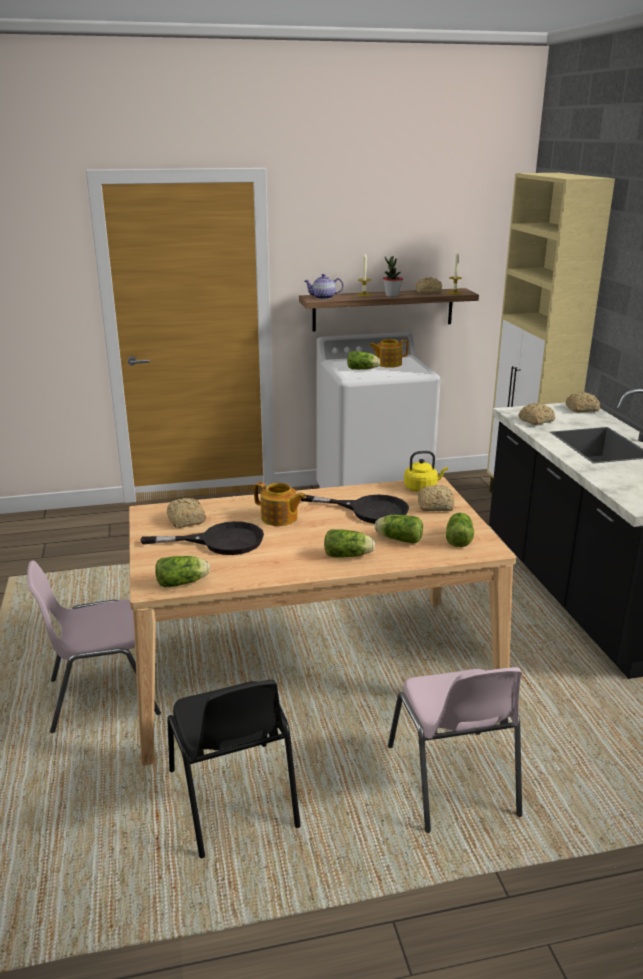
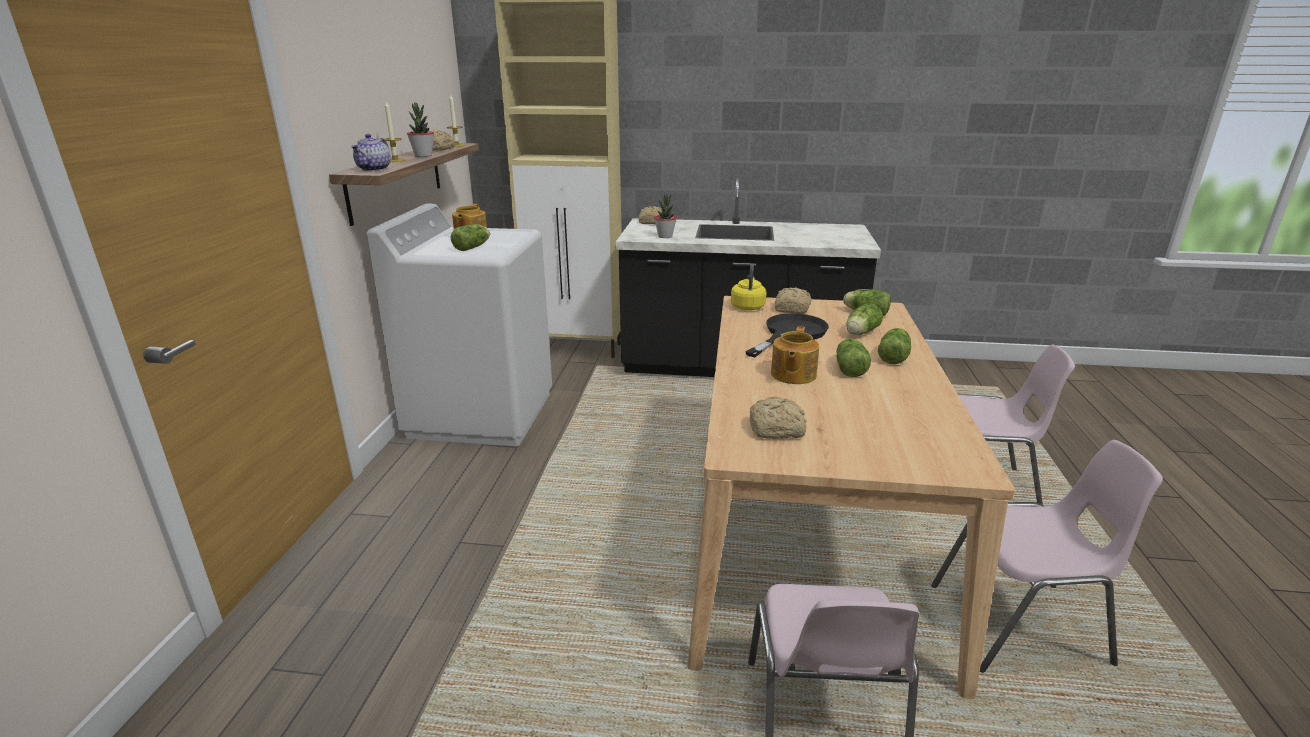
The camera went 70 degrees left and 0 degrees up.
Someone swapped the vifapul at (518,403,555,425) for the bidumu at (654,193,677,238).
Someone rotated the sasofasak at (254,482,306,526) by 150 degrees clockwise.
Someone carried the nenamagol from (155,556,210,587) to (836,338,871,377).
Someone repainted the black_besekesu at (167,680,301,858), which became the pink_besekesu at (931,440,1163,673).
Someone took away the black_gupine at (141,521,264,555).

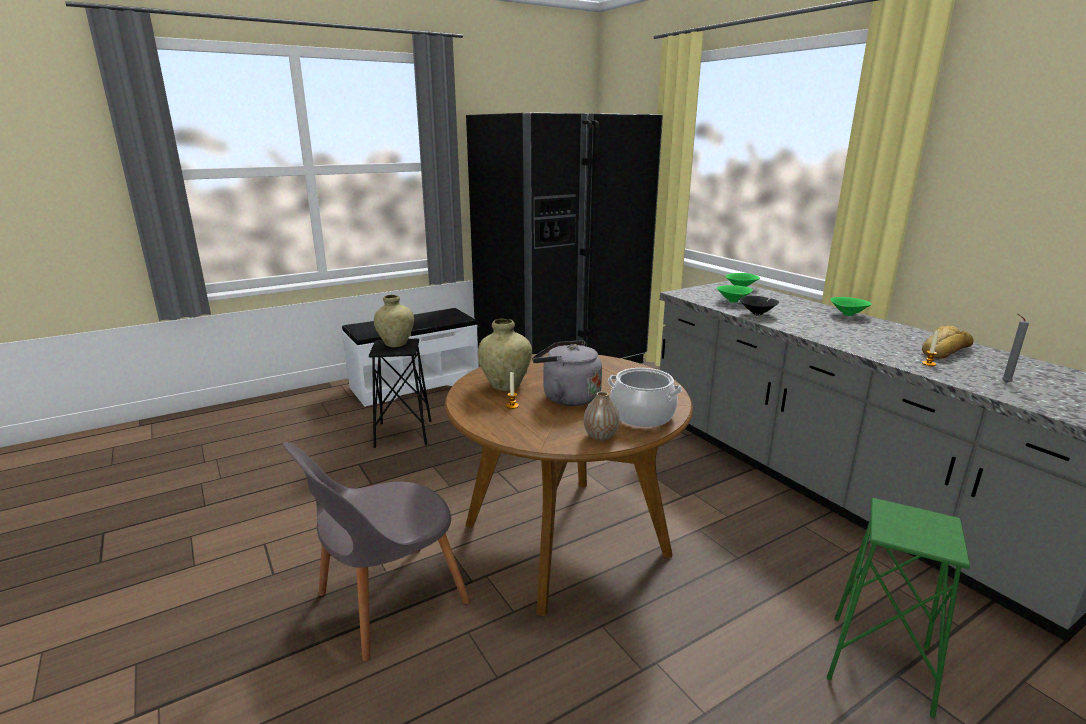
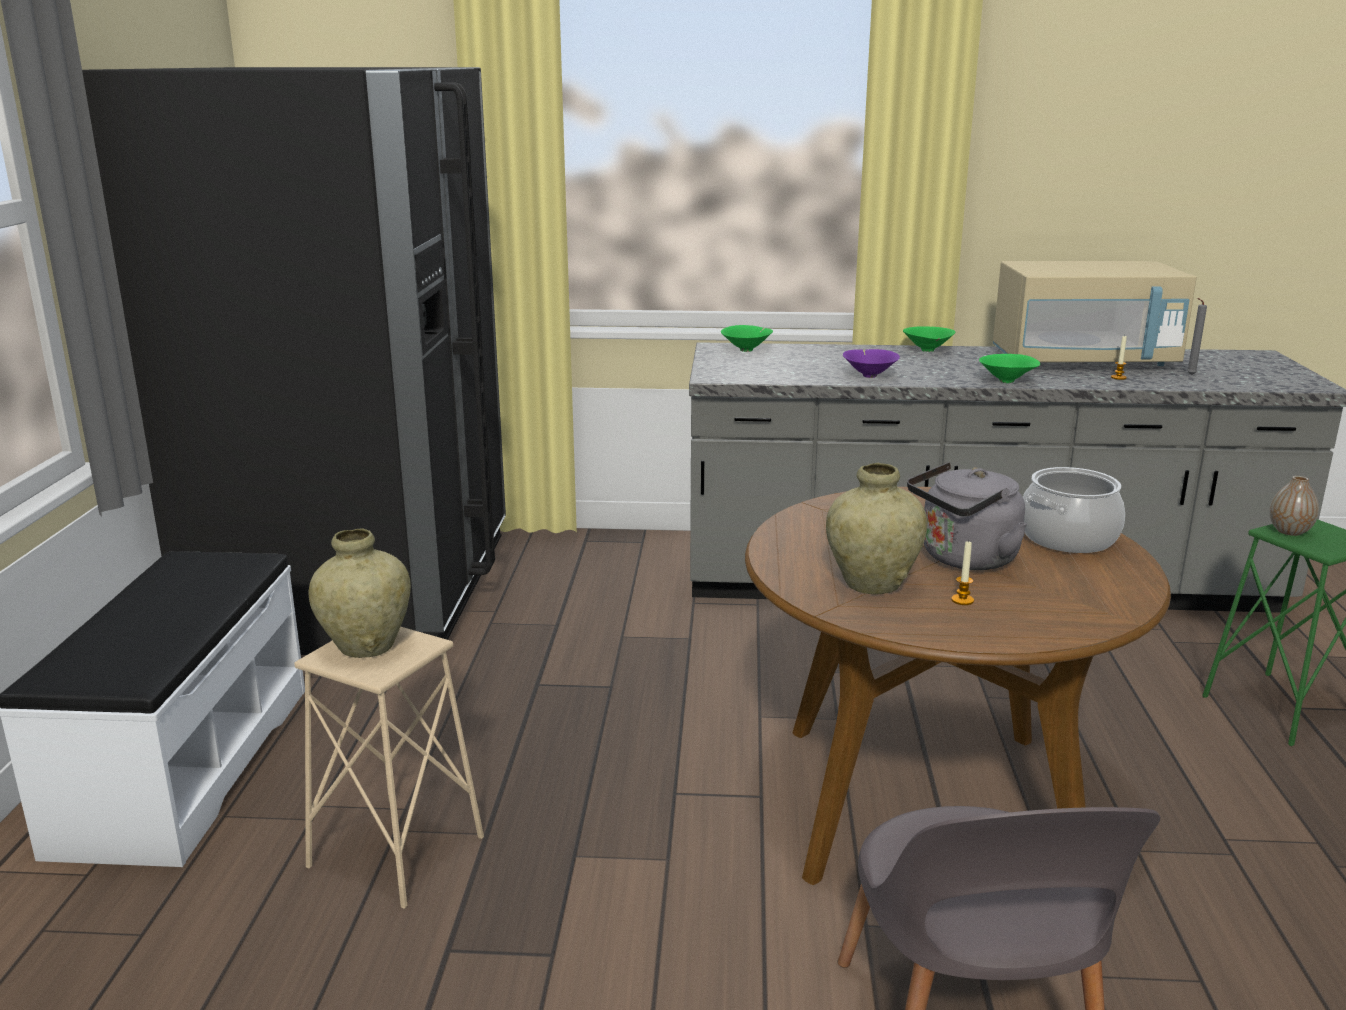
The camera went 55 degrees left and 0 degrees up.
Someone repainted the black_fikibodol at (369,338,431,448), which became the beige_fikibodol at (294,627,484,909).
Someone repainted the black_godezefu at (740,296,779,316), which became the purple_godezefu at (843,349,900,378).
Someone carried the green_godezefu from (717,285,753,303) to (979,354,1040,383).
Someone swapped the vifapul at (922,326,974,359) for the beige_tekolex at (993,261,1197,366).
Someone carried the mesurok from (584,391,619,441) to (1269,476,1319,536).

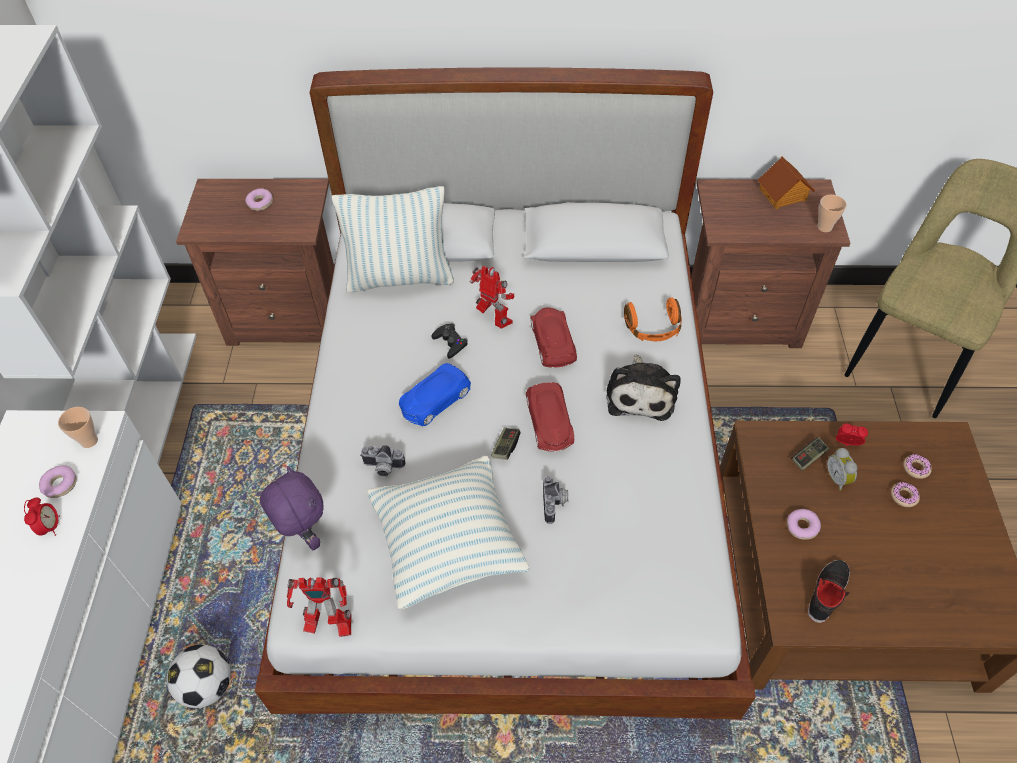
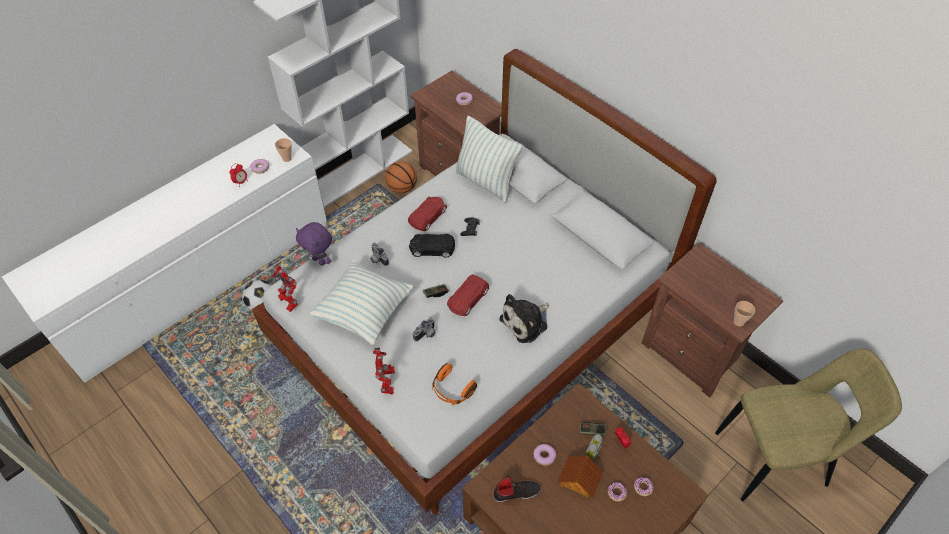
The camera went 45 degrees right and 0 degrees up.
Someone rotated the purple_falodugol at (260,466,324,550) by 120 degrees clockwise.
Someone carried the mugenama from (469,266,514,329) to (373,348,395,395).
Someone put down the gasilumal at (385,161,417,193).
Someone carried the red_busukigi from (531,307,577,368) to (408,197,447,231).
Someone repainted the blue_busukigi at (399,363,471,426), which became the black_busukigi at (409,234,455,257).
Someone carried the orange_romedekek from (624,297,682,341) to (432,363,477,405).
Someone carried the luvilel from (758,157,815,209) to (558,456,603,498).

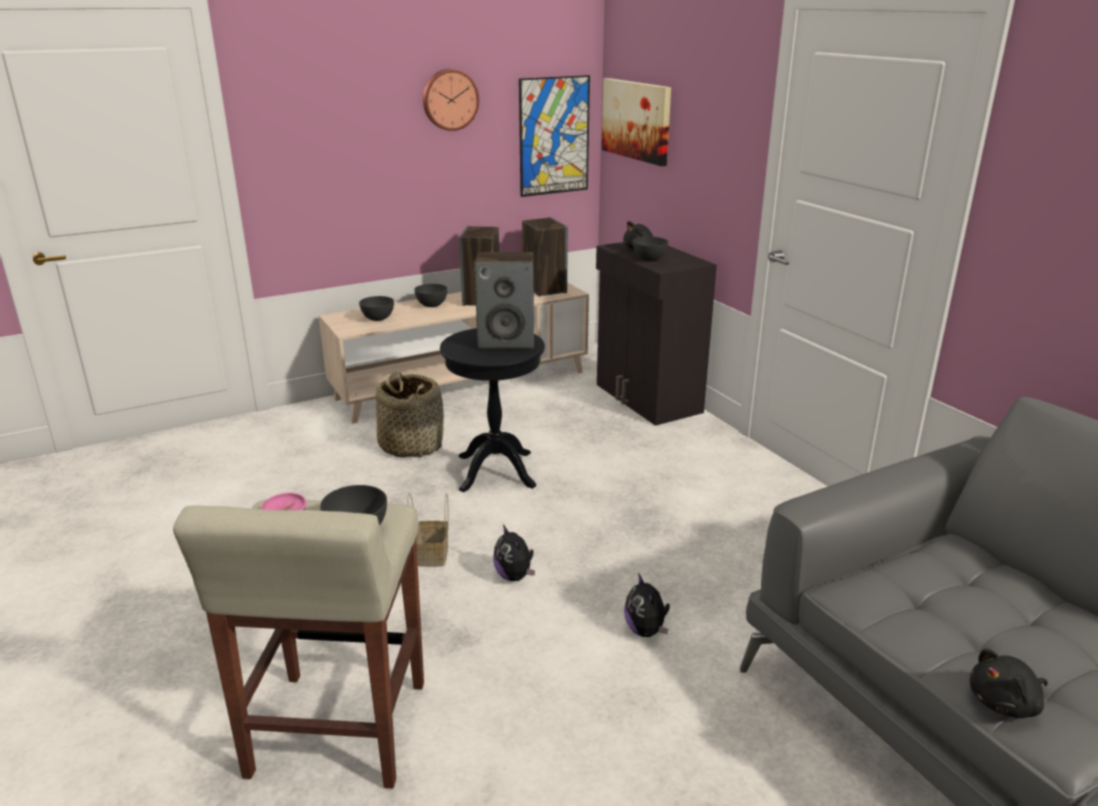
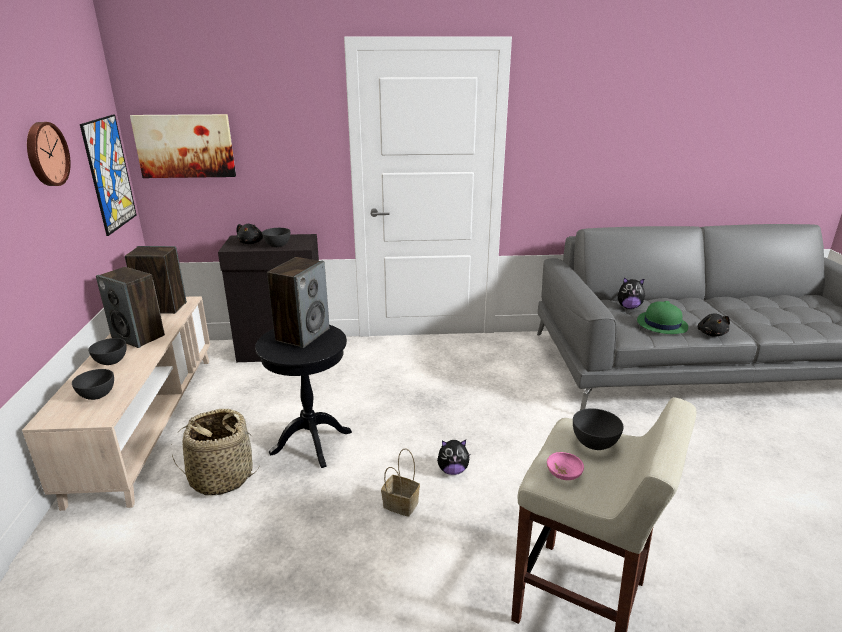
The camera went 65 degrees left and 0 degrees up.
Someone carried the falodugol from (624,573,670,637) to (618,277,645,309).
Someone put down the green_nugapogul at (637,301,688,334).

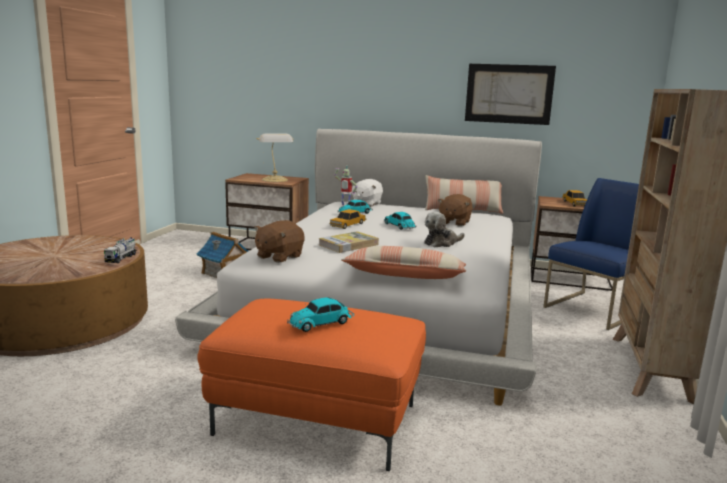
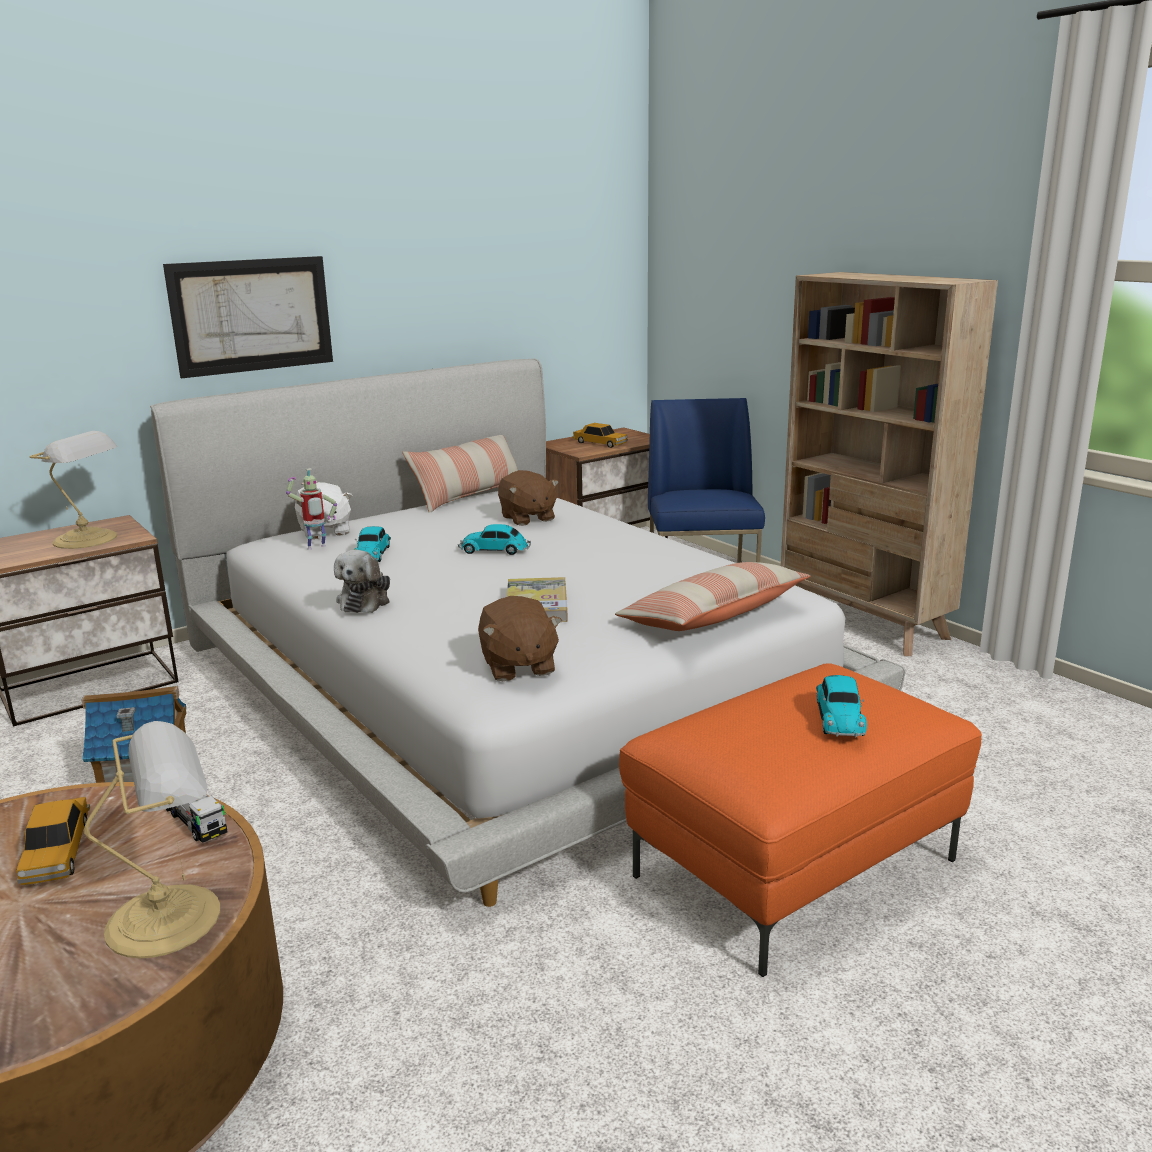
The camera went 50 degrees left and 5 degrees up.
Someone carried the busukigi from (330,209,366,229) to (17,797,90,885).
Someone put down the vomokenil at (84,721,220,958).
Someone carried the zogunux from (465,64,556,125) to (163,256,333,379).
Someone carried the falodugol from (424,212,464,247) to (334,550,390,613).

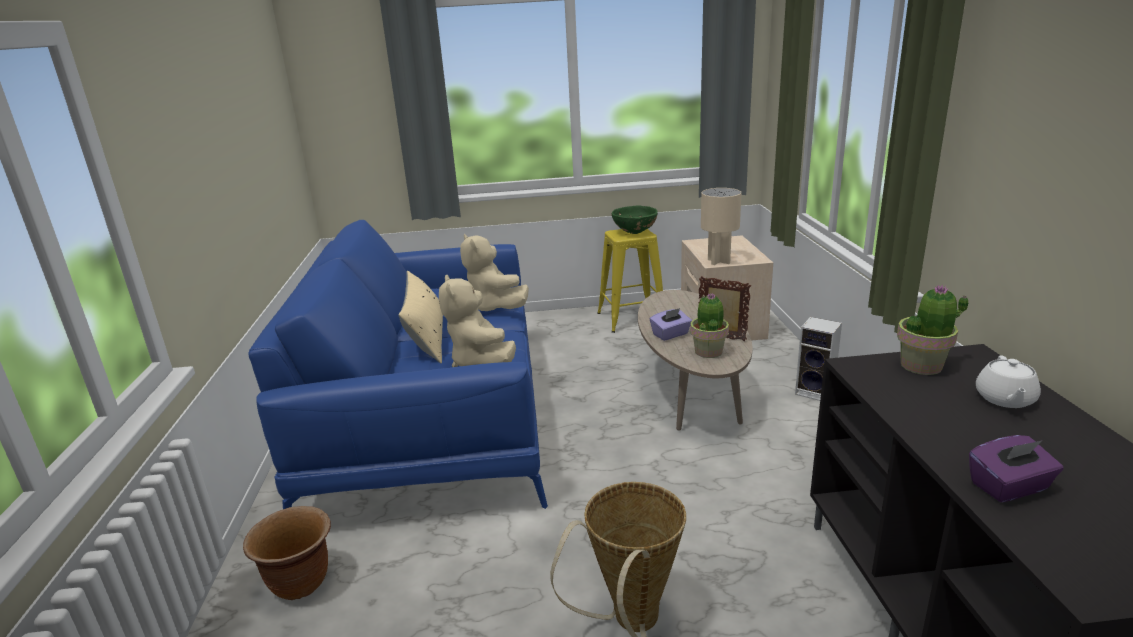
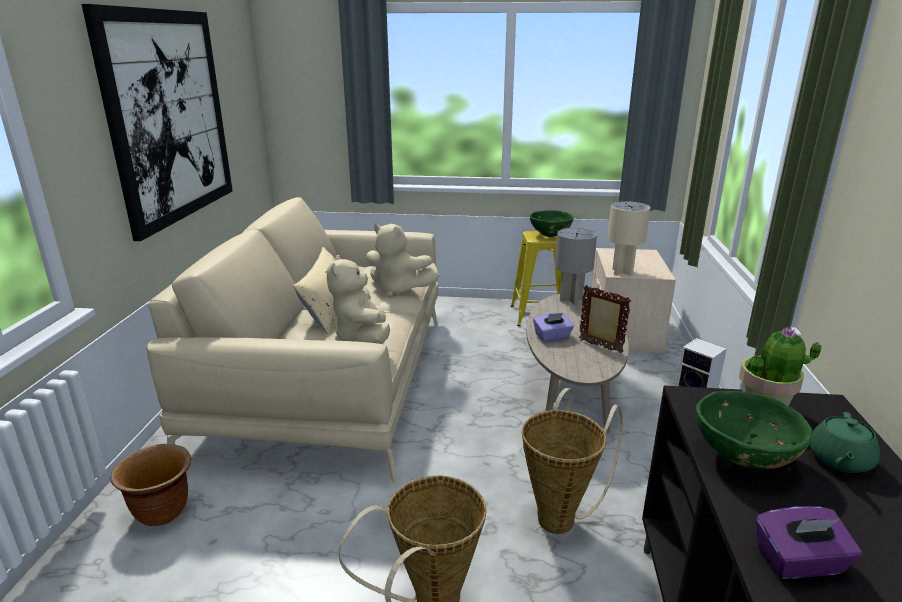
The camera went 10 degrees right and 0 degrees up.
Someone put up the zogunux at (81,4,233,241).
Someone repainted the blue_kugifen at (248,220,548,509), which became the beige_kugifen at (147,197,438,483).
Someone rotated the beige_falodugol at (460,234,529,311) by 45 degrees counterclockwise.
Someone put down the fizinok at (521,388,623,534).
Someone put down the grey_vomokenil at (555,228,597,305).
Someone put down the green_godezefu at (696,391,813,469).
Someone repainted the white_sasofasak at (976,356,1041,408), which became the green_sasofasak at (809,412,880,473).
Someone took away the bidumu at (690,293,729,358).

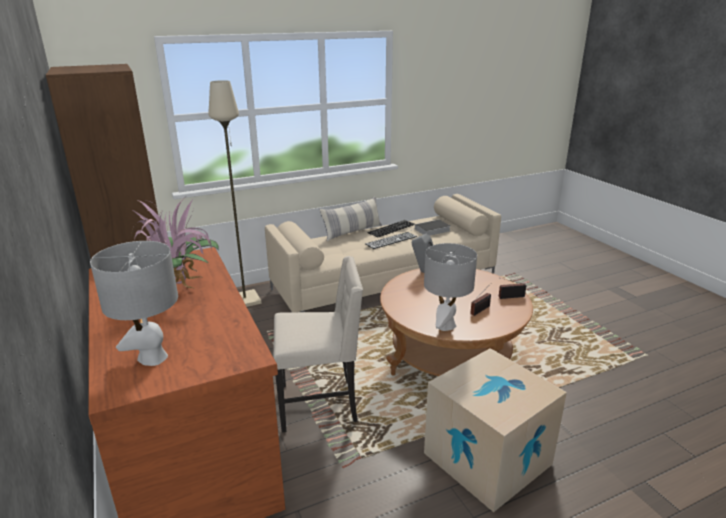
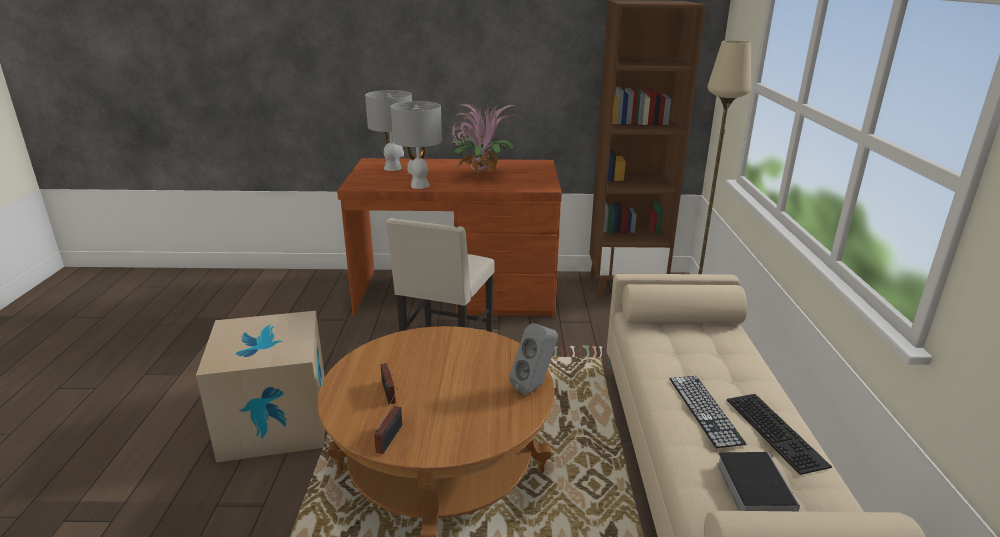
The camera went 115 degrees right and 0 degrees up.
Someone carried the grey_vomokenil from (424,243,477,331) to (391,101,442,189).
Someone took away the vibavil at (320,197,382,241).

